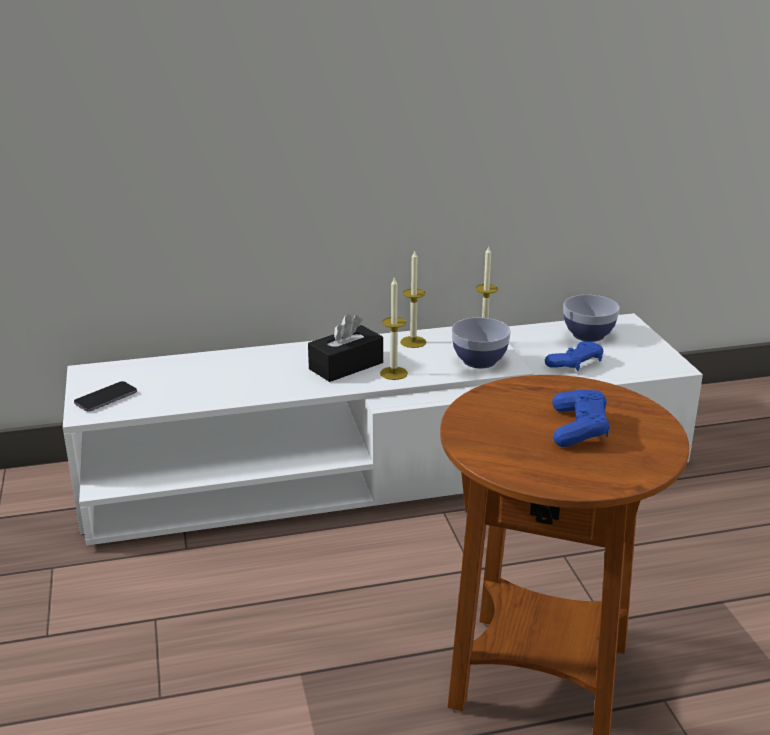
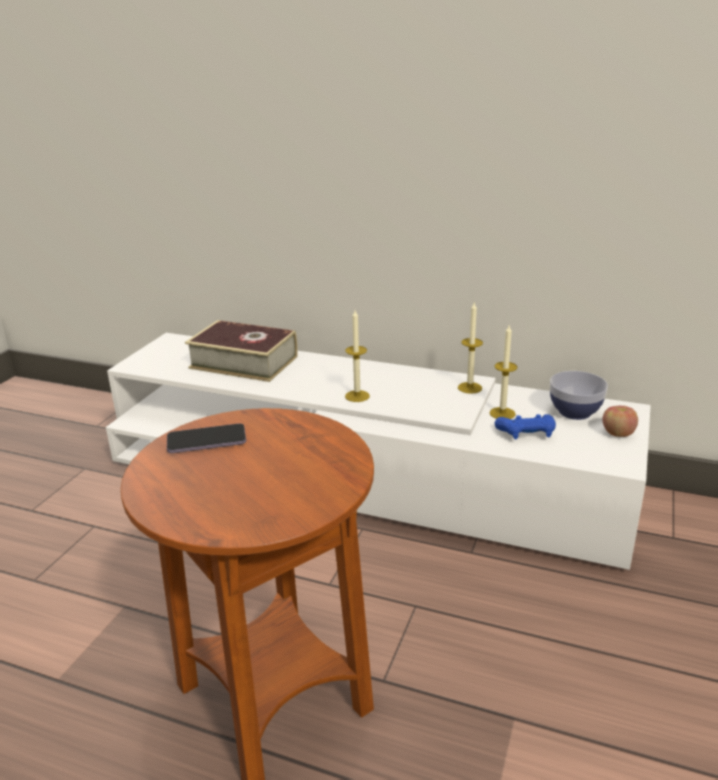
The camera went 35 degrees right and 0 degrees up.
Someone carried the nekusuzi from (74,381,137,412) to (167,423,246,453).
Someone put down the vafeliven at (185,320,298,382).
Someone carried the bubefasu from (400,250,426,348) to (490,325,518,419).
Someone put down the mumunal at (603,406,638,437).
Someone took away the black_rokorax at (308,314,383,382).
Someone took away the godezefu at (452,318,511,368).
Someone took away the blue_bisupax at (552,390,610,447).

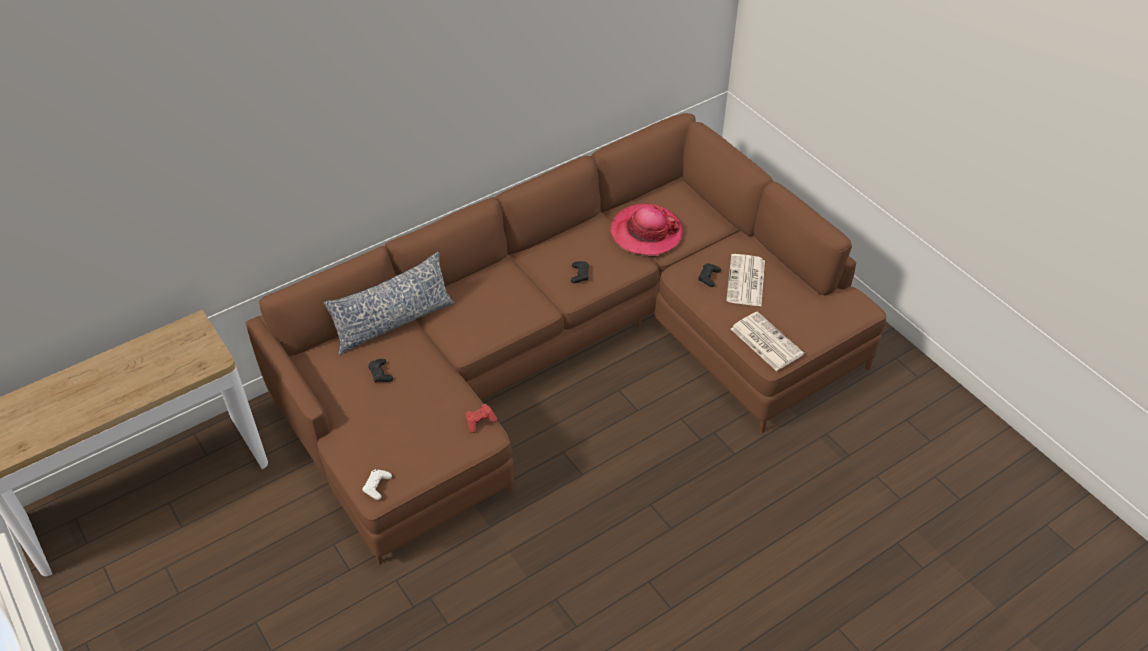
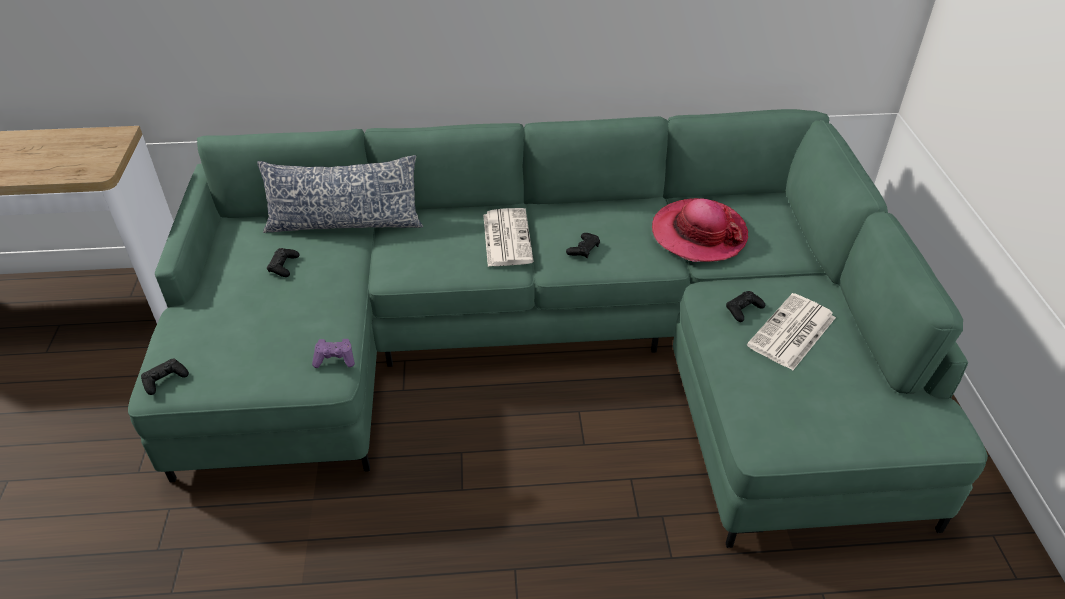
The camera went 30 degrees right and 5 degrees down.
Someone repainted the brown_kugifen at (246,113,886,565), which became the green_kugifen at (128,109,988,548).
Someone repainted the white_bisupax at (362,469,392,500), which became the black_bisupax at (141,359,189,395).
Someone repainted the red_bisupax at (466,404,497,433), which became the purple_bisupax at (312,339,355,368).
Someone carried the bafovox from (731,311,804,371) to (483,208,534,267).

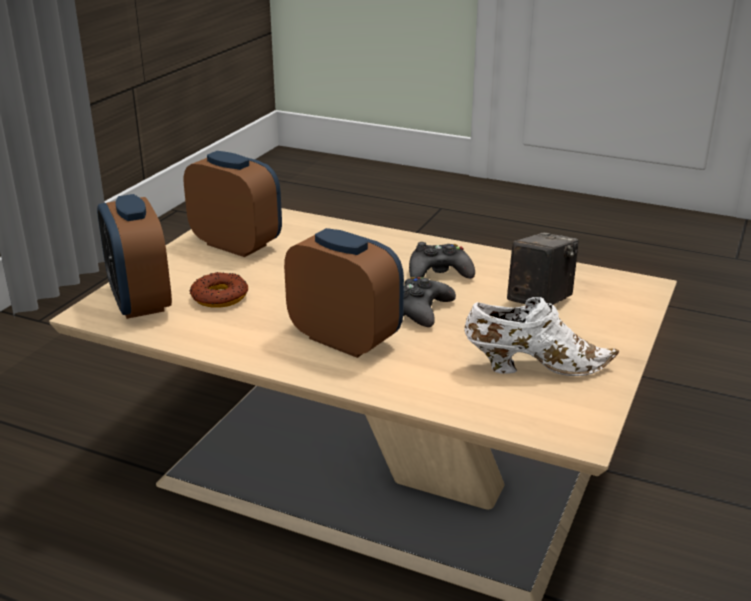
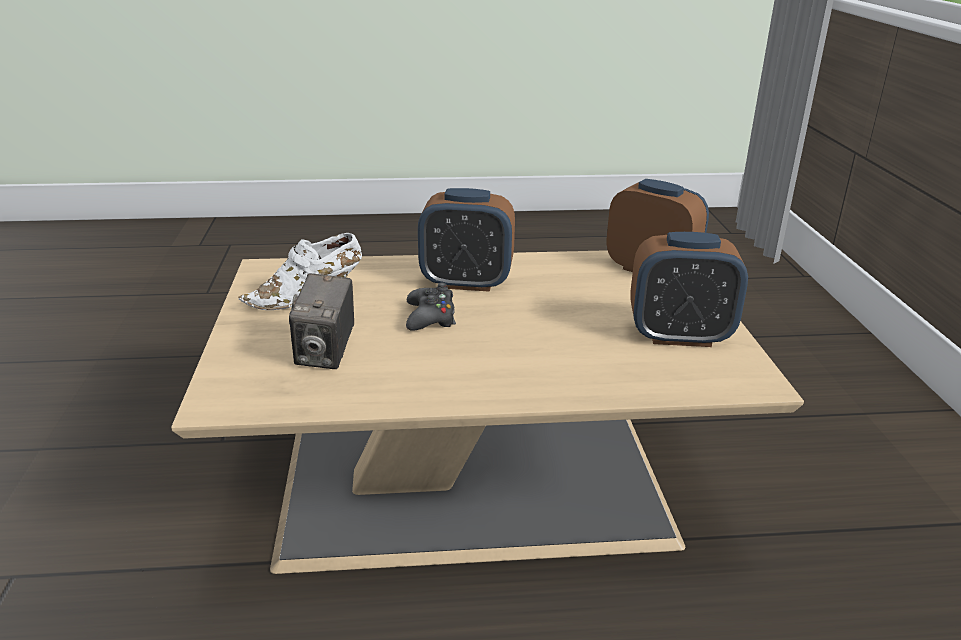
The camera went 150 degrees right and 0 degrees up.
Someone took away the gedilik at (190,272,248,308).
Someone took away the black_bisupax at (409,242,475,279).

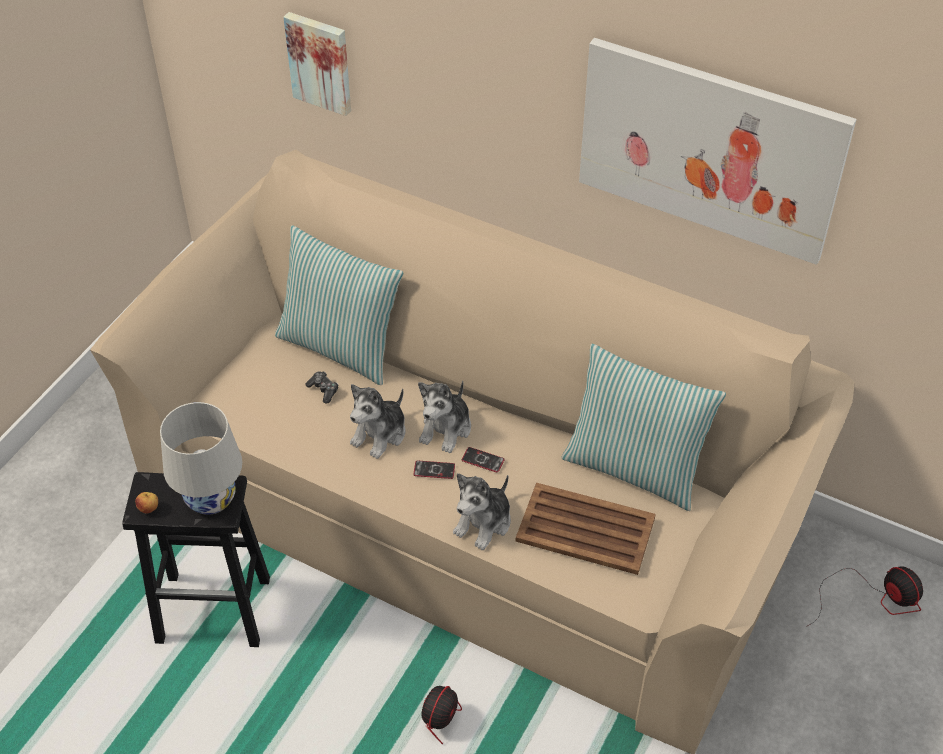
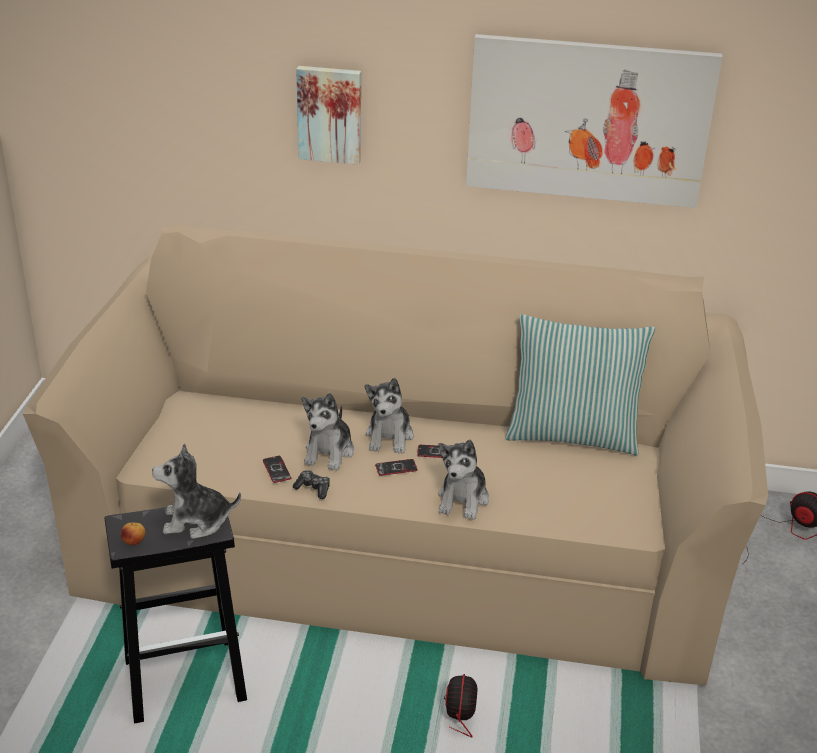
The camera went 20 degrees left and 15 degrees down.
Someone swapped the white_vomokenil at (160,402,242,515) for the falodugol at (152,443,241,539).
Someone put down the nekusuzi at (263,456,291,483).
Someone carried the bisupax from (305,371,338,404) to (293,470,330,499).
Someone carried the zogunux from (283,12,351,116) to (296,66,361,165).
Someone took away the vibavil at (275,225,403,385).
Someone took away the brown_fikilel at (516,483,656,575).

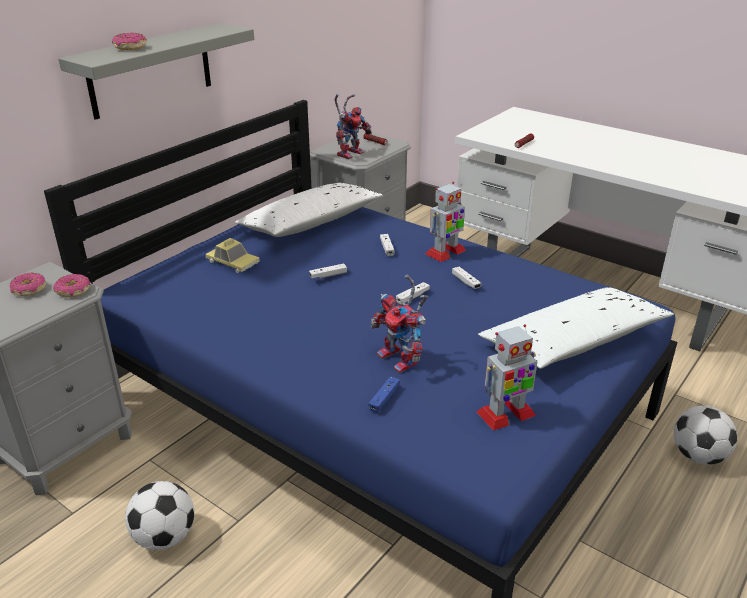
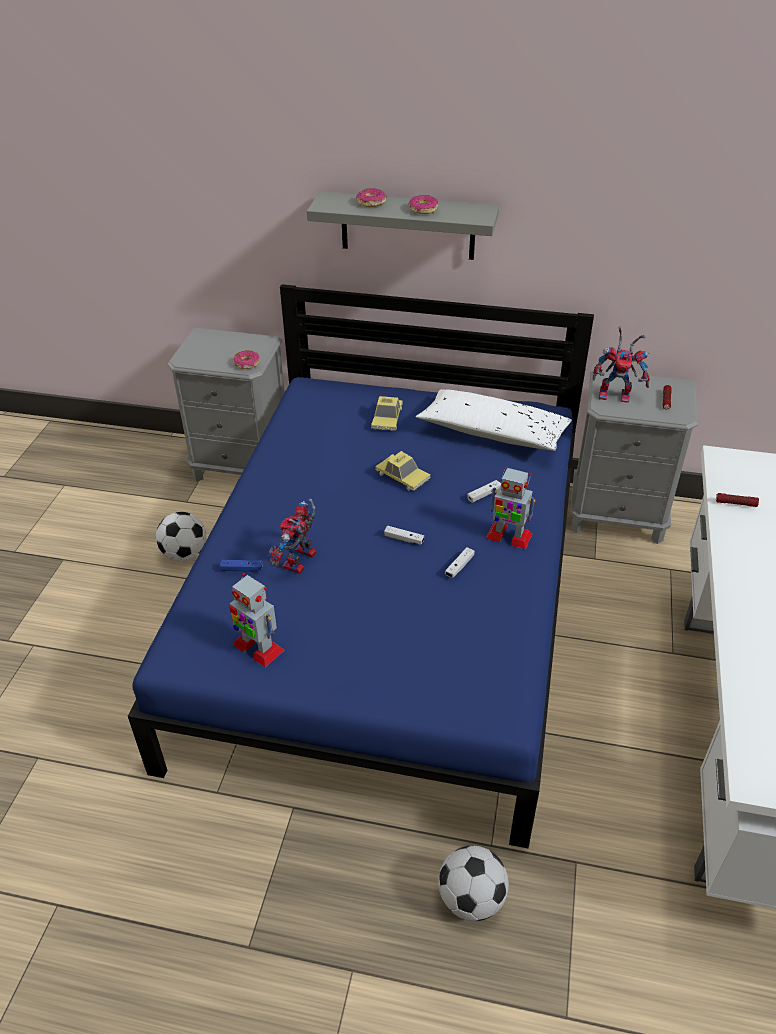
The camera went 65 degrees right and 10 degrees up.
Someone swapped the white_bisupax at (309,263,347,278) for the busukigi at (375,451,431,491).
Someone carried the gedilik from (9,273,46,296) to (408,195,438,214).
Someone took away the white_vibavil at (478,287,674,369).

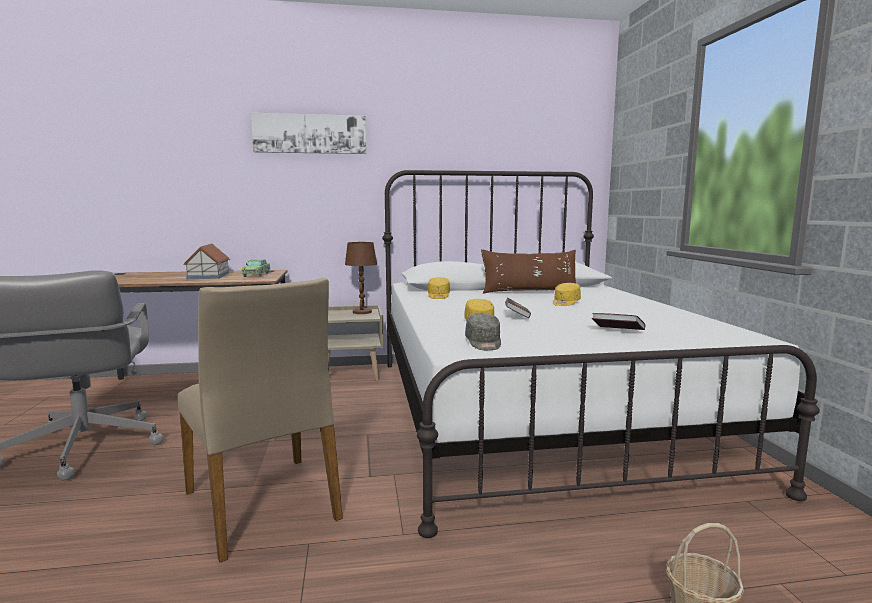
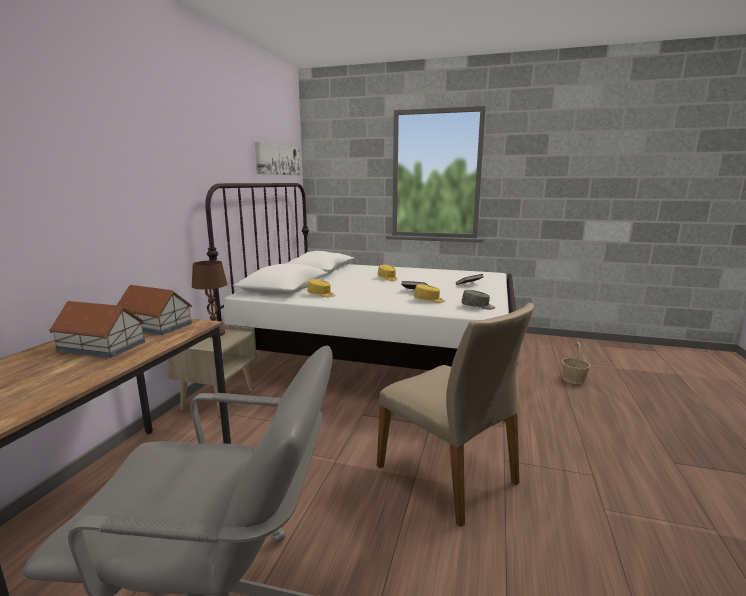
The camera went 65 degrees left and 5 degrees up.
Someone swapped the busukigi at (242,259,270,277) for the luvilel at (117,285,192,335).
Someone carried the zogunux from (251,113,366,154) to (255,142,300,175).
Someone rotated the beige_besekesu at (178,278,343,563) by 60 degrees clockwise.
Someone took away the brown_vibavil at (481,249,576,294).

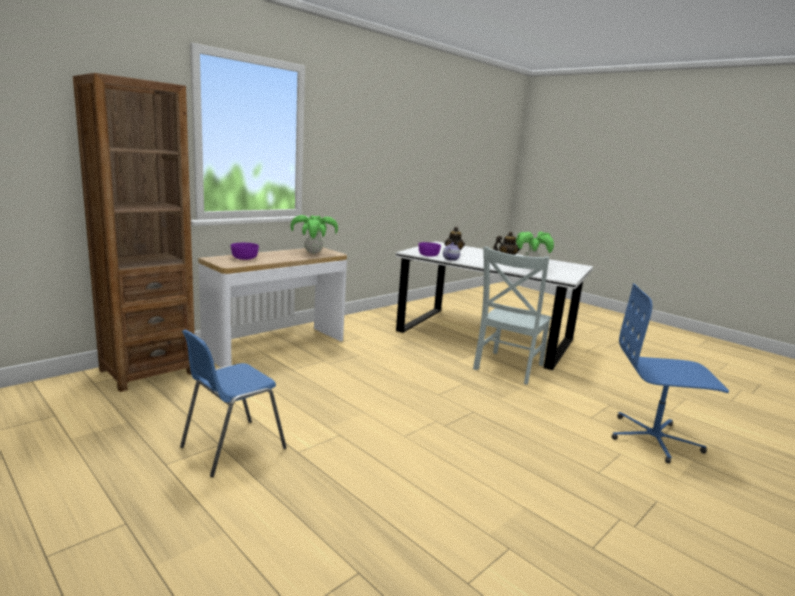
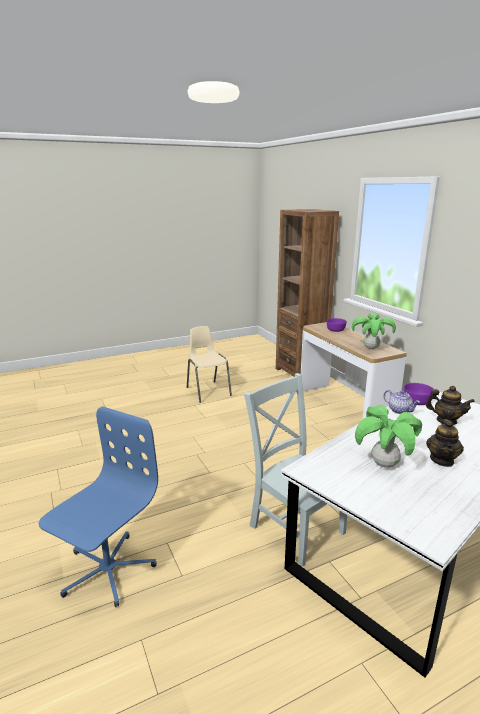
The camera went 110 degrees right and 5 degrees up.
Someone repainted the blue_besekesu at (180,330,287,477), which became the beige_besekesu at (187,326,232,403).

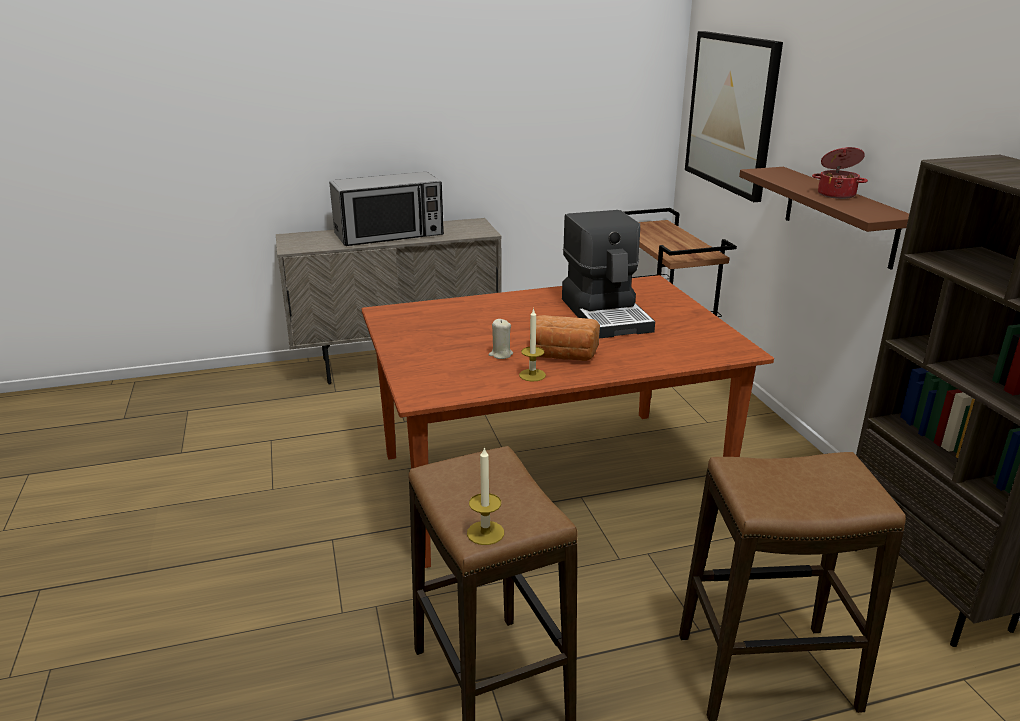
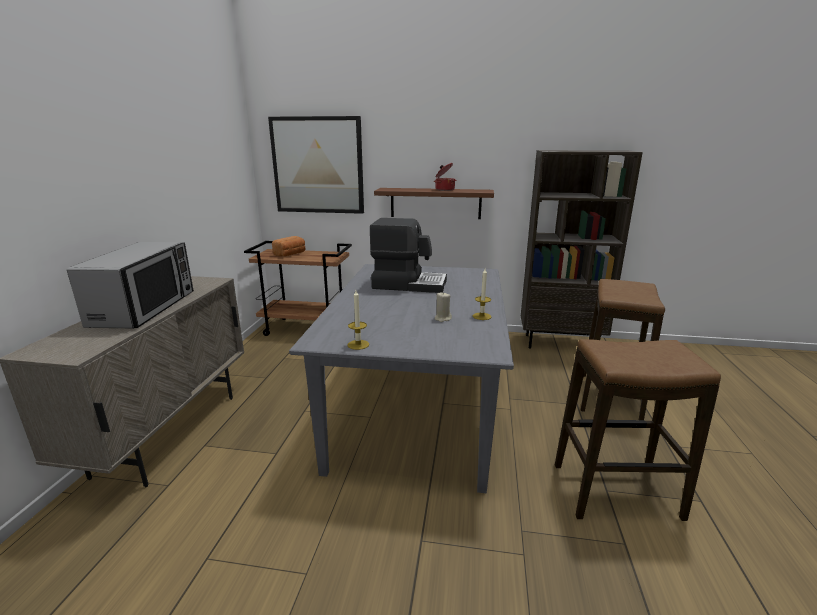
The camera went 65 degrees left and 5 degrees down.
Someone carried the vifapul from (536,315,600,361) to (272,236,306,257).
Someone repainted the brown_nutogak at (362,275,774,568), which became the grey_nutogak at (289,264,514,493).
Someone carried the bubefasu from (467,446,504,545) to (347,290,369,350).

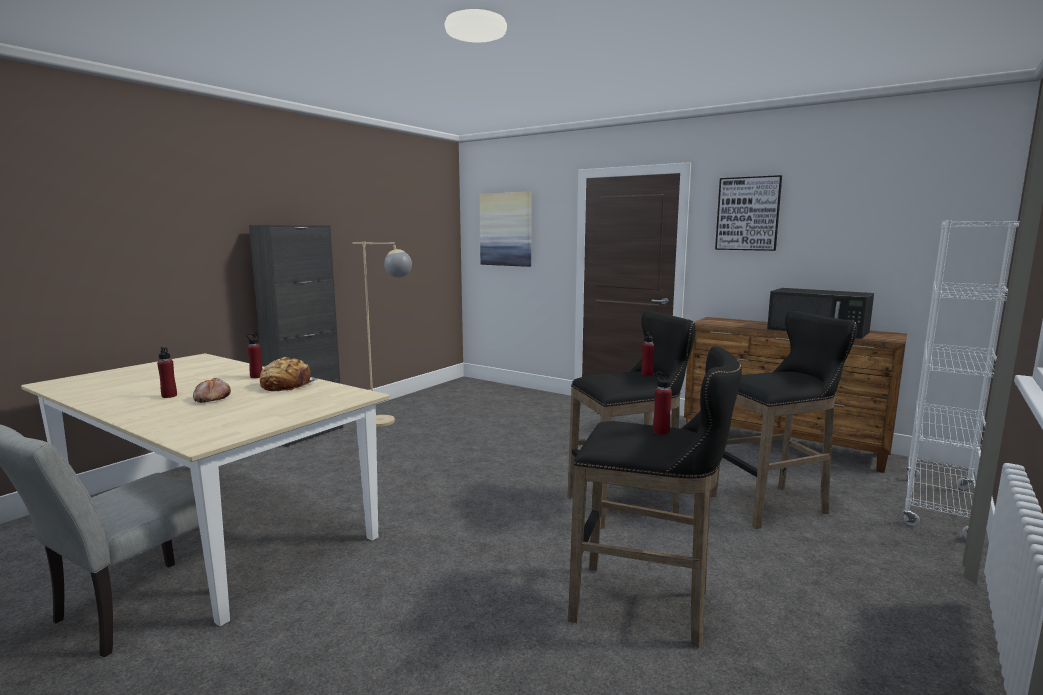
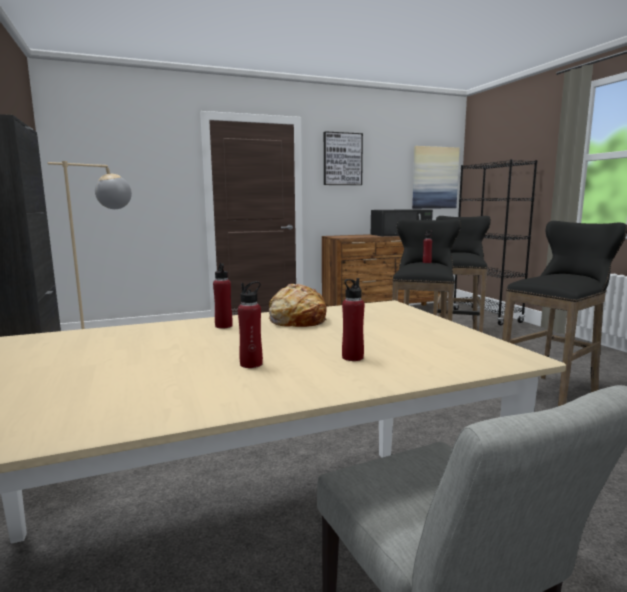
The camera went 55 degrees left and 0 degrees up.
Someone carried the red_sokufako from (653,372,672,435) to (342,278,365,361).
Someone carried the zogunux from (479,192,532,267) to (412,146,460,209).
Someone repainted the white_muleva at (902,220,1019,538), which became the black_muleva at (453,159,538,325).
Someone took away the vifapul at (193,377,231,403).

